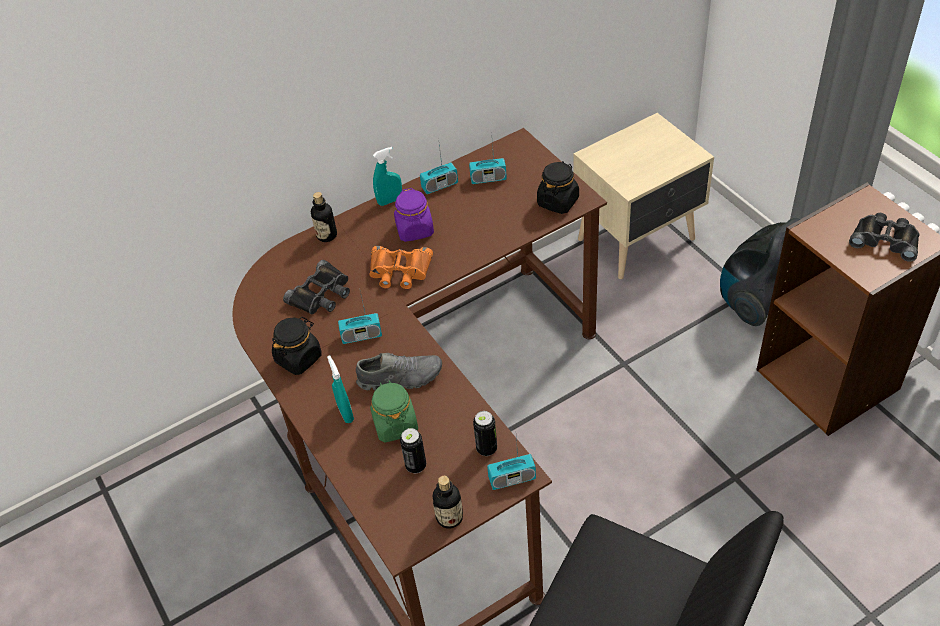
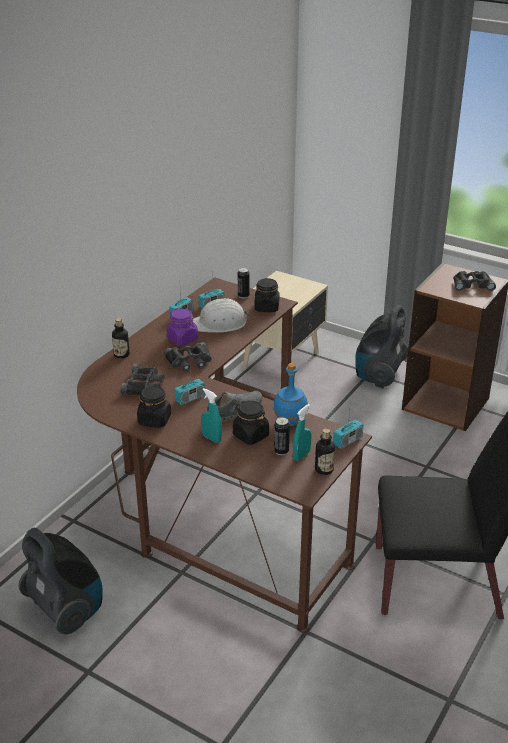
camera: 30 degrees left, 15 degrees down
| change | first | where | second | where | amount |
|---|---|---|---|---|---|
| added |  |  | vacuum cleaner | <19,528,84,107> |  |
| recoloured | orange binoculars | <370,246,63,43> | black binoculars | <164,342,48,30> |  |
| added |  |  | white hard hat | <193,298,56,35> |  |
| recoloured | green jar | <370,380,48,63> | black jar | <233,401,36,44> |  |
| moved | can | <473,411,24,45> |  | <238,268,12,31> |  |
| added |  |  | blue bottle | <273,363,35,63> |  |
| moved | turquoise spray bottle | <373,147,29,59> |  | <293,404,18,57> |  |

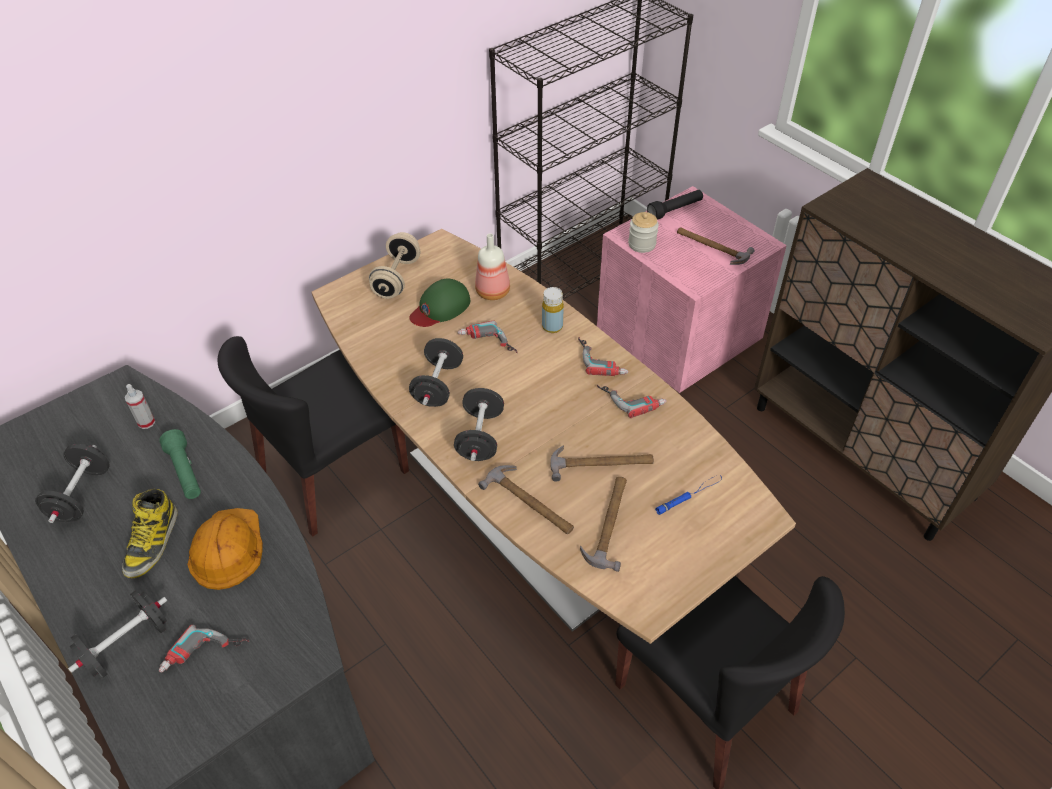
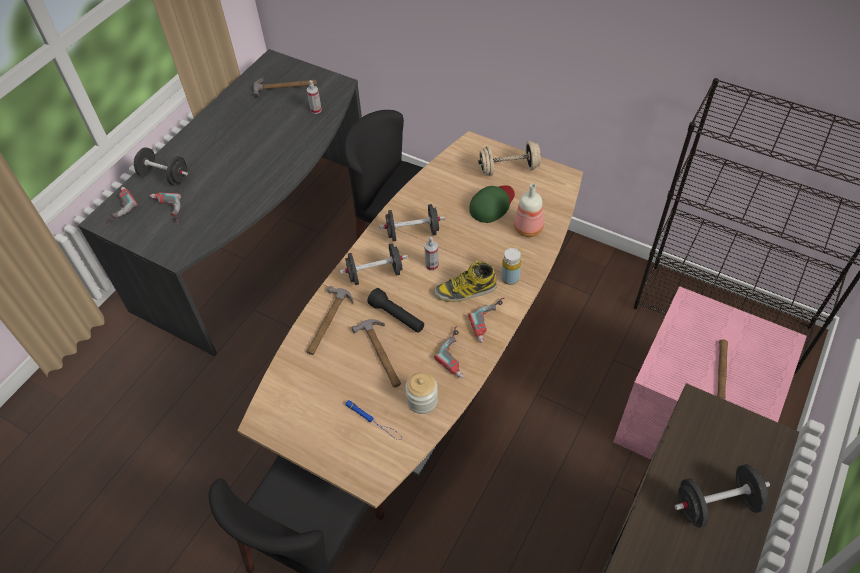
camera: 70 degrees right, 5 degrees up
| change | first | where | second | where | amount |
|---|---|---|---|---|---|
| moved | power drill | <457,320,61,33> |  | <106,187,32,39> |  |
| moved | hammer | <580,477,47,95> |  | <253,78,64,19> |  |
| moved | black flashlight | <647,190,56,30> |  | <367,288,57,45> |  |
| moved | jar | <628,212,31,41> |  | <405,372,33,42> |  |
| added |  |  | spray bottle | <424,237,15,34> |  |
| moved | boot | <122,489,56,89> |  | <434,261,63,41> |  |
| turned | green cap | <409,279,61,48> |  | <469,185,46,38> | 105 degrees clockwise |
| moved | black dumbbell | <35,444,75,79> |  | <674,464,96,64> |  |
| removed | green flashlight | <159,429,42,70> |  |  |  |
| removed | orange hard hat | <187,508,76,82> |  |  |  |

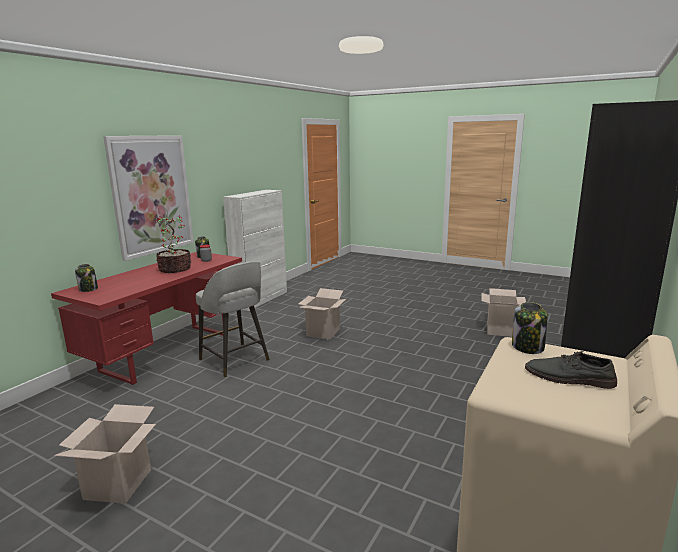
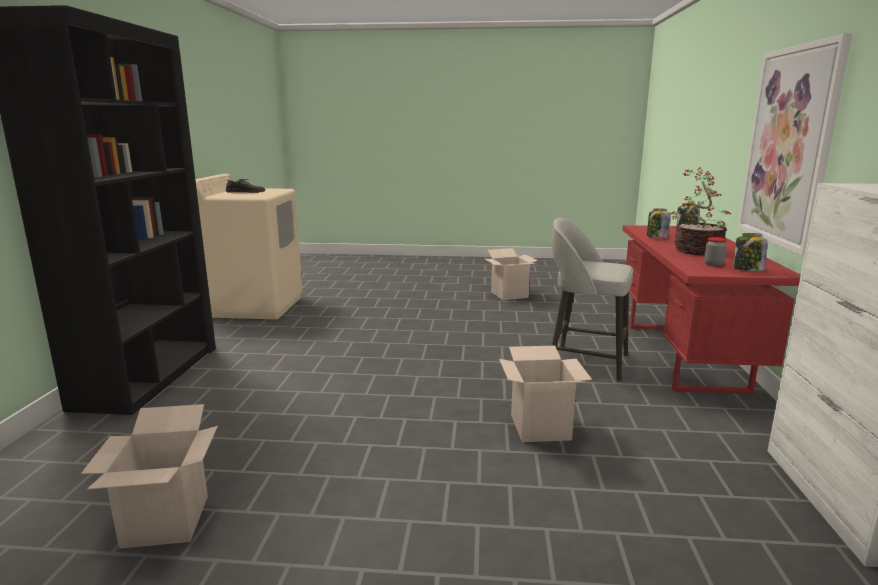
camera: 155 degrees right, 0 degrees up
| change | first | where | second | where | amount |
|---|---|---|---|---|---|
| moved | jar | <512,302,35,52> |  | <647,208,24,30> |  |

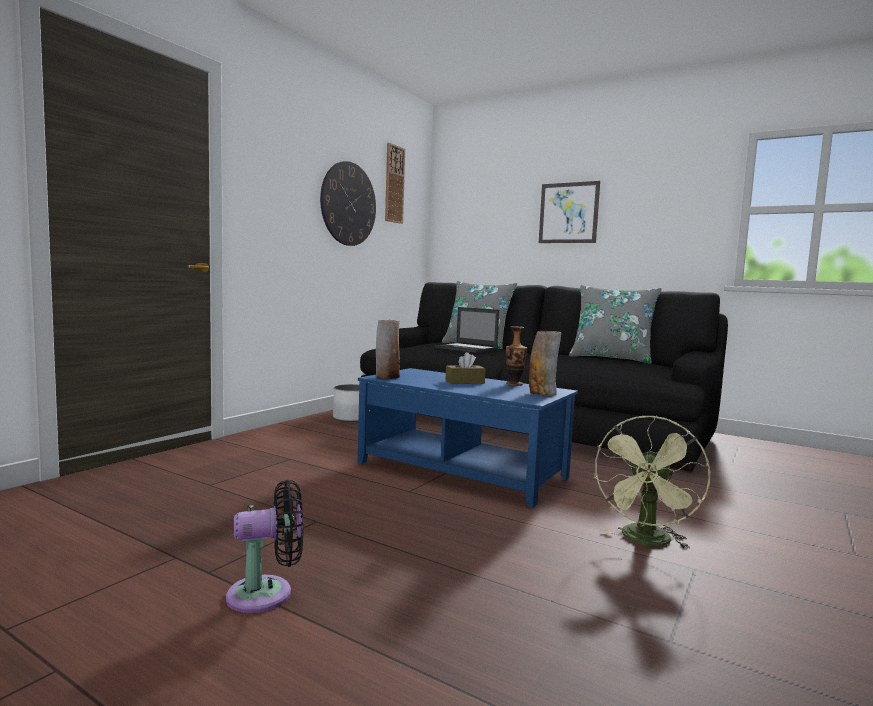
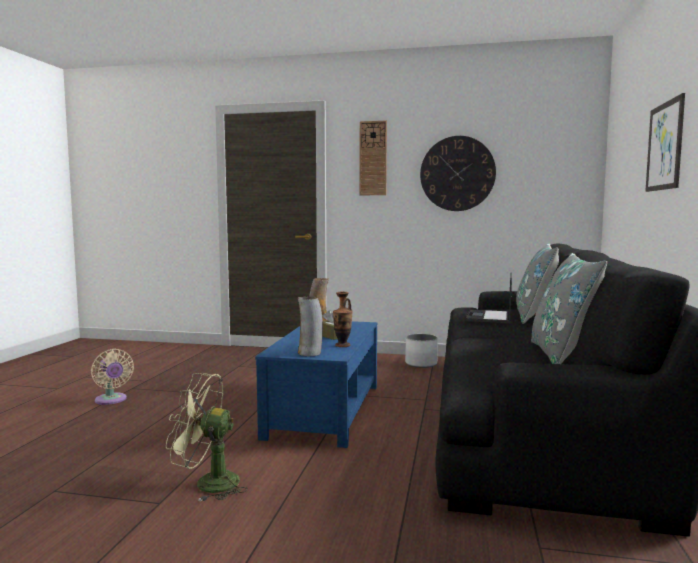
camera: 70 degrees right, 0 degrees up
| change | first | where | second | where | amount |
|---|---|---|---|---|---|
| recoloured | black fan | <226,480,77,133> | beige fan | <91,349,43,56> |  |
| moved | wall clock | <385,143,20,81> |  | <359,120,28,75> |  |

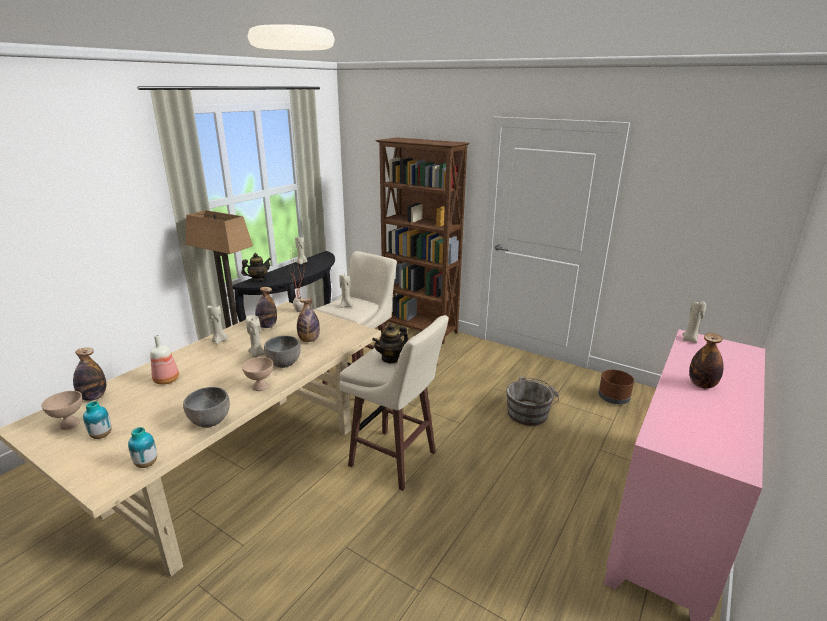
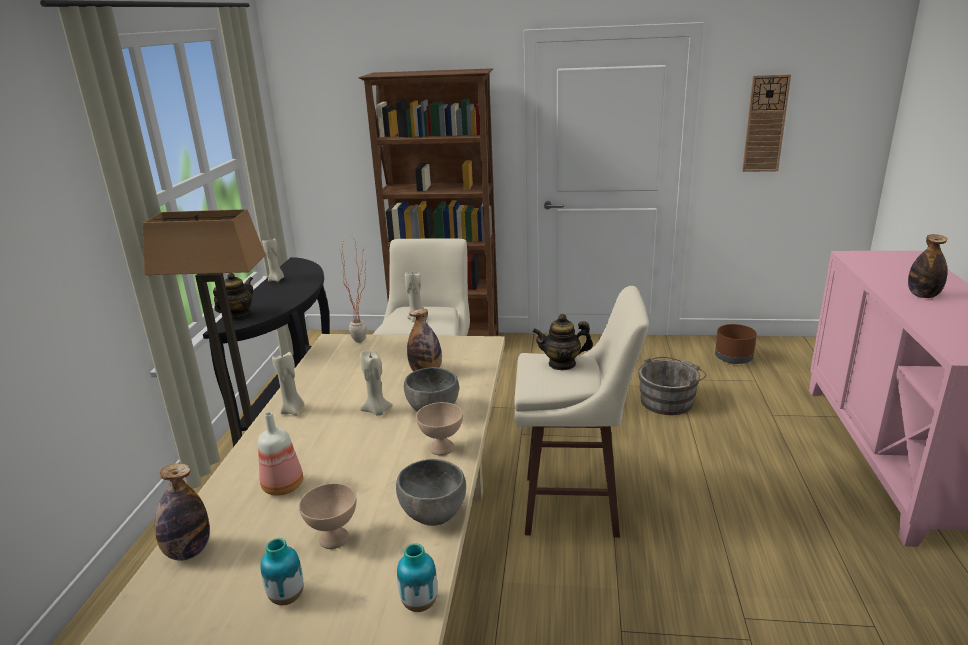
camera: 25 degrees left, 0 degrees up
| change | first | where | second | where | amount |
|---|---|---|---|---|---|
| moved | beige bowl | <41,391,41,39> |  | <299,483,57,66> |  |
| turned | teapot | <372,324,37,40> |  | <533,314,60,57> | 60 degrees clockwise |
| added |  |  | wall clock | <742,74,49,98> |  |
| removed | bottle | <255,287,22,41> |  |  |  |
| removed | beige candle | <682,301,24,42> |  |  |  |

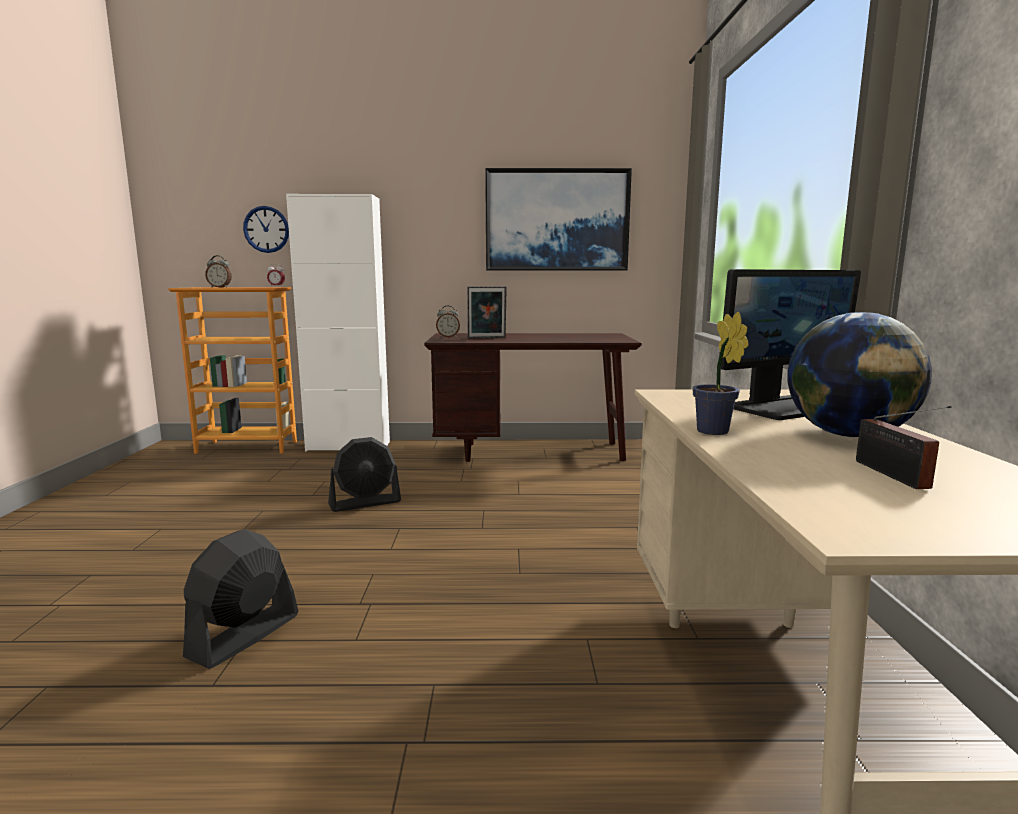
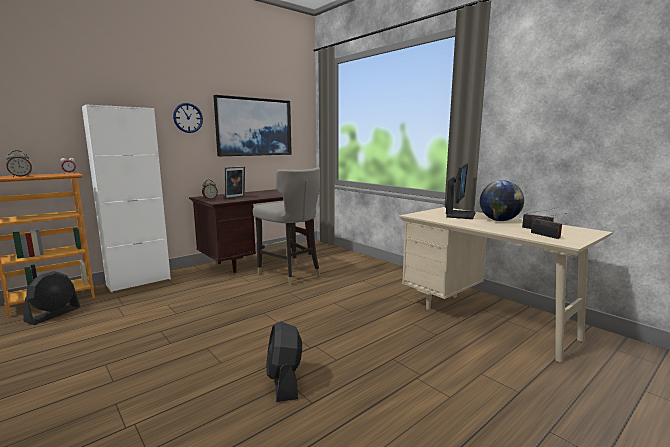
camera: 40 degrees left, 0 degrees up
| change | first | where | second | where | amount |
|---|---|---|---|---|---|
| moved | black fan | <328,437,73,75> |  | <24,271,56,54> |  |
| moved | wall clock | <243,206,46,47> |  | <173,103,30,30> |  |
| added |  |  | grey stool | <253,167,67,119> |  |
| added |  |  | radio | <531,213,36,26> |  |
| removed | potted plant | <692,312,57,123> |  |  |  |

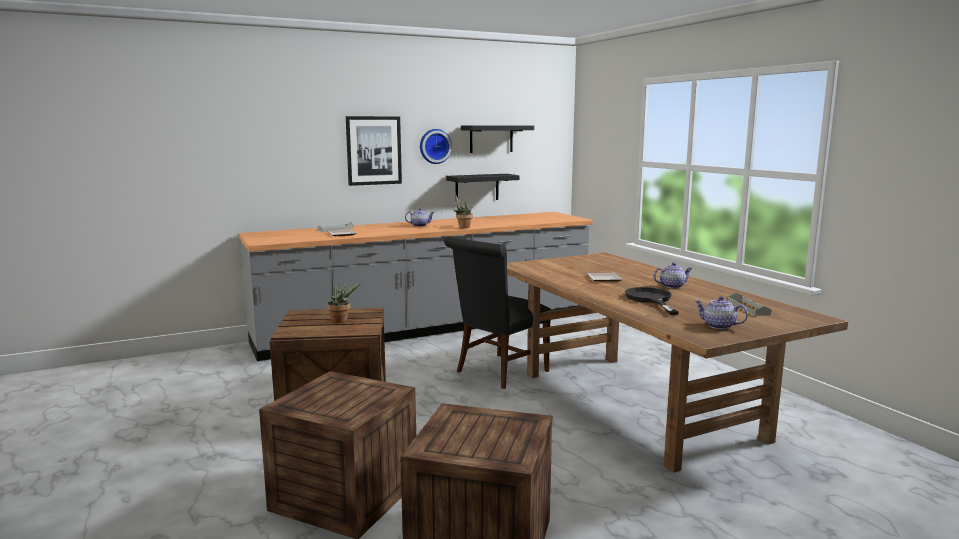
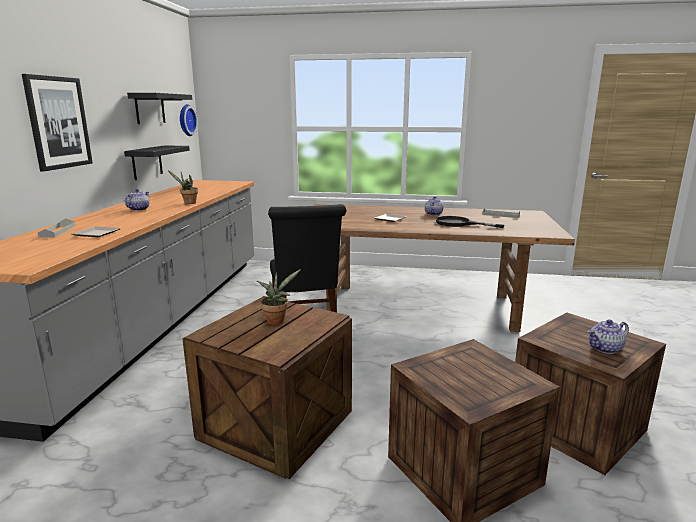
camera: 55 degrees left, 5 degrees up
| change | first | where | second | where | amount |
|---|---|---|---|---|---|
| moved | wall clock | <420,129,32,35> |  | <180,104,18,32> |  |
| moved | teapot | <695,296,53,33> |  | <587,319,42,35> |  |

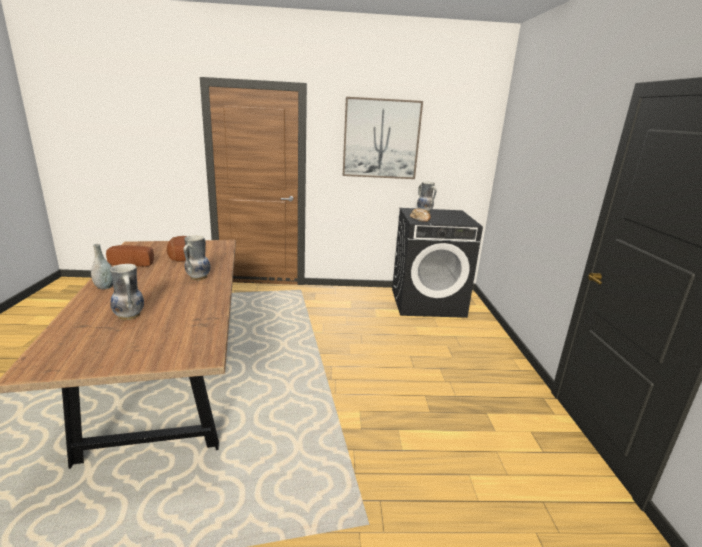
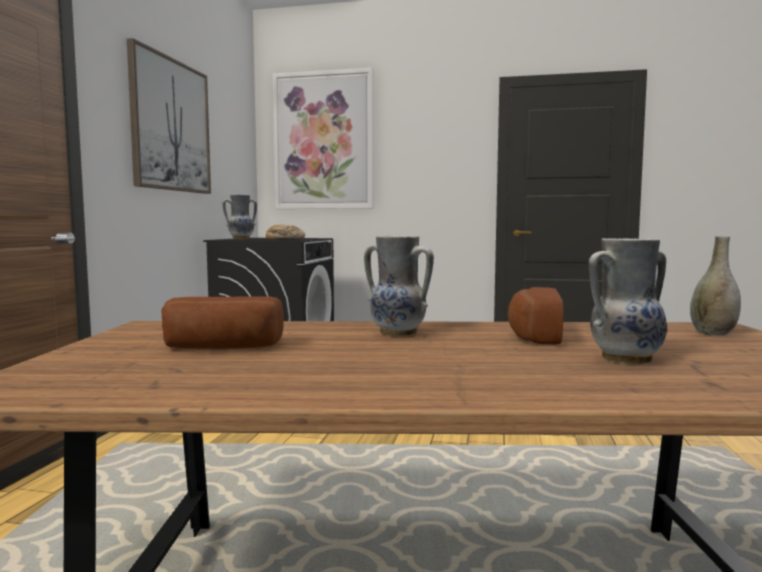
camera: 75 degrees left, 15 degrees down
| change | first | where | second | where | amount |
|---|---|---|---|---|---|
| added |  |  | picture | <273,68,101,141> |  |
| moved | bread | <106,245,48,22> |  | <508,287,56,58> |  |
| moved | grey vase | <91,244,22,45> |  | <690,236,51,99> |  |

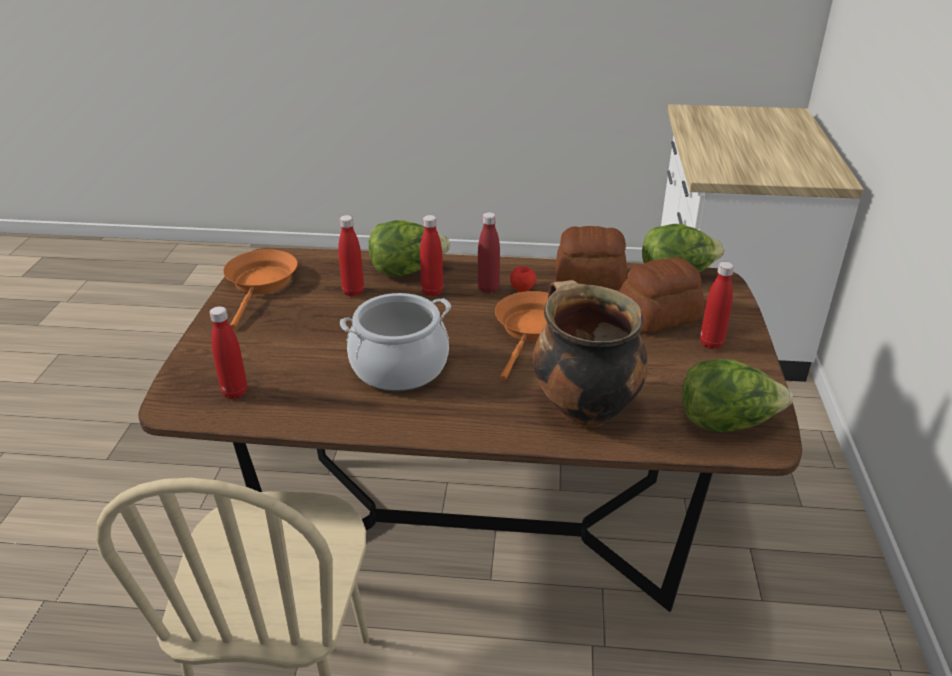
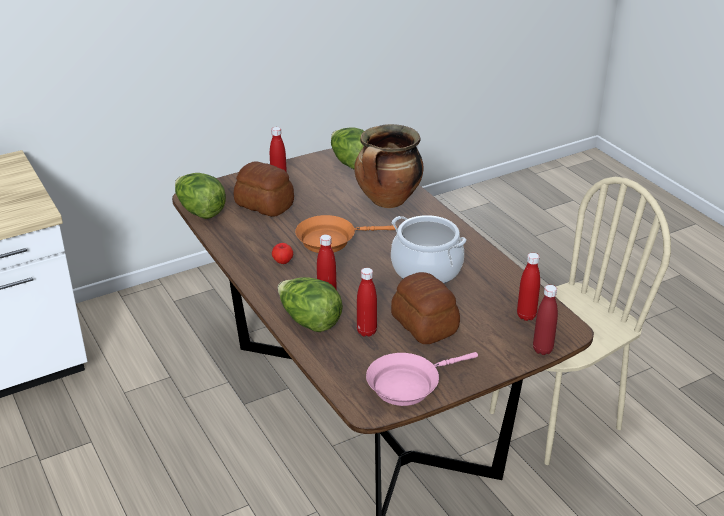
camera: 125 degrees left, 0 degrees up
| change | first | where | second | where | amount |
|---|---|---|---|---|---|
| recoloured | orange frying pan | <223,249,75,80> | pink frying pan | <366,352,112,54> |  |
| moved | bread | <556,226,71,64> |  | <391,272,69,72> |  |
| moved | red bottle | <478,212,22,81> |  | <533,285,25,70> |  |

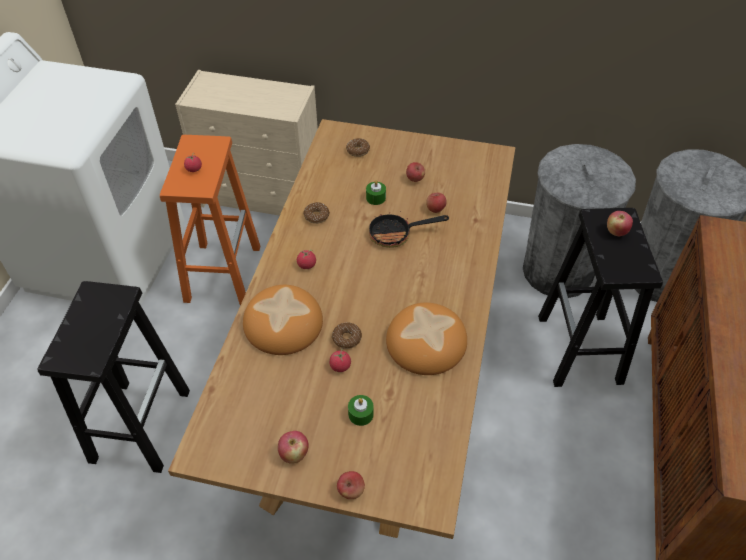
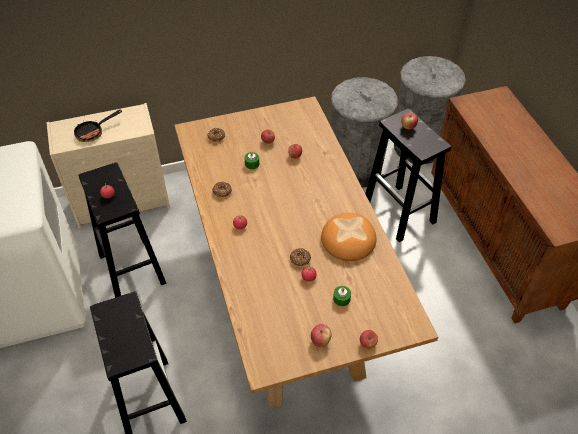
camera: 30 degrees left, 0 degrees up
| change | first | where | second | where | amount |
|---|---|---|---|---|---|
| moved | frying pan | <369,207,80,41> |  | <74,110,48,32> |  |
| recoloured | orange stool | <160,135,100,170> | black stool | <78,162,88,136> |  |
| removed | bread | <243,285,80,70> |  |  |  |

